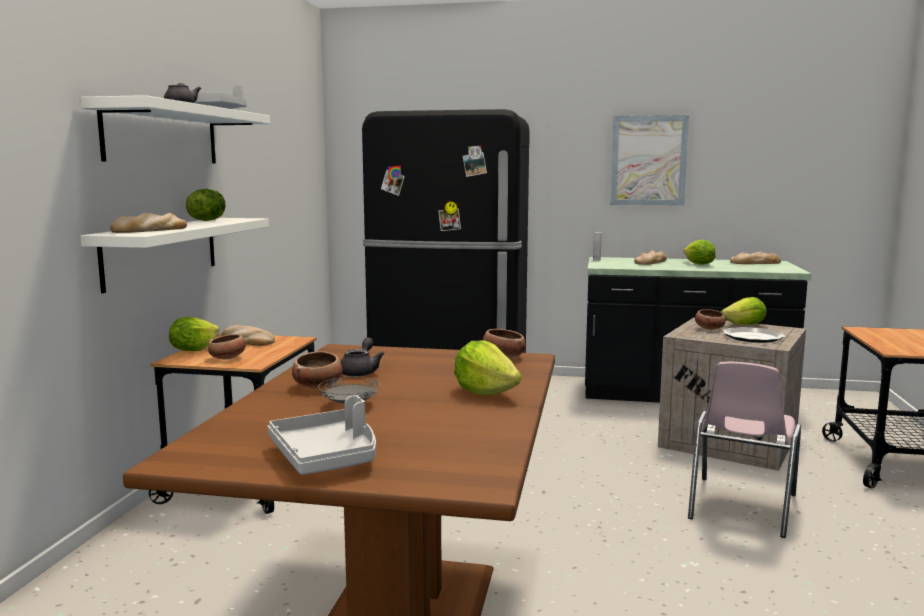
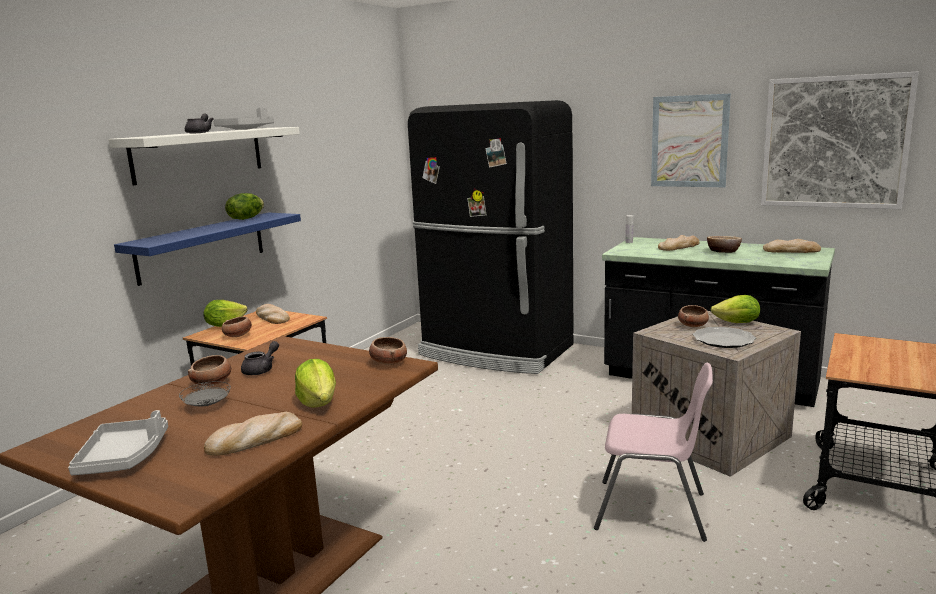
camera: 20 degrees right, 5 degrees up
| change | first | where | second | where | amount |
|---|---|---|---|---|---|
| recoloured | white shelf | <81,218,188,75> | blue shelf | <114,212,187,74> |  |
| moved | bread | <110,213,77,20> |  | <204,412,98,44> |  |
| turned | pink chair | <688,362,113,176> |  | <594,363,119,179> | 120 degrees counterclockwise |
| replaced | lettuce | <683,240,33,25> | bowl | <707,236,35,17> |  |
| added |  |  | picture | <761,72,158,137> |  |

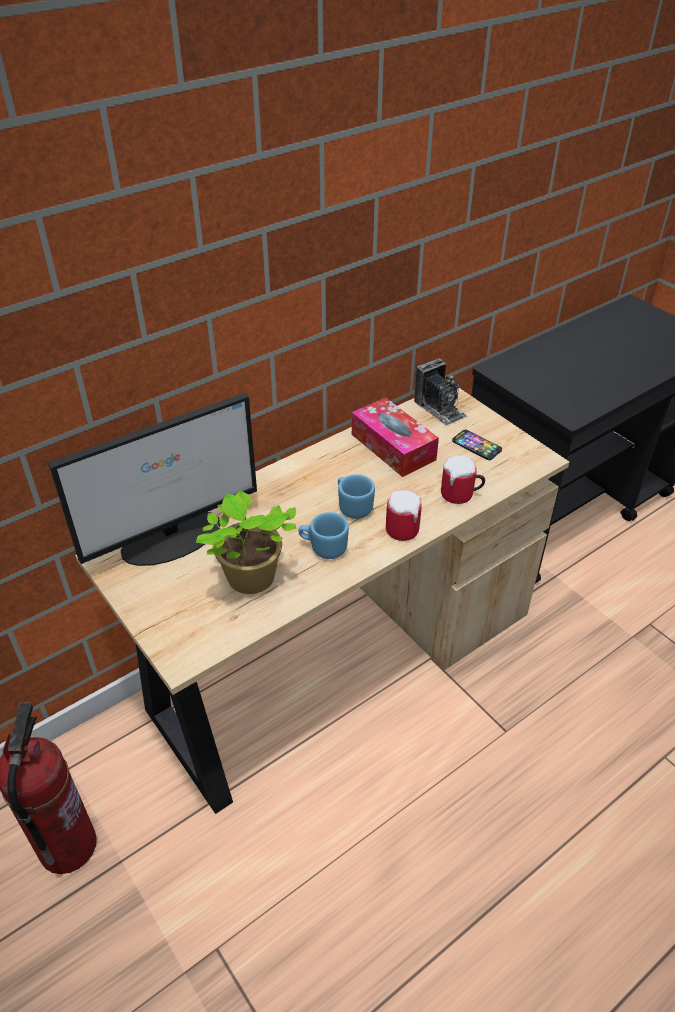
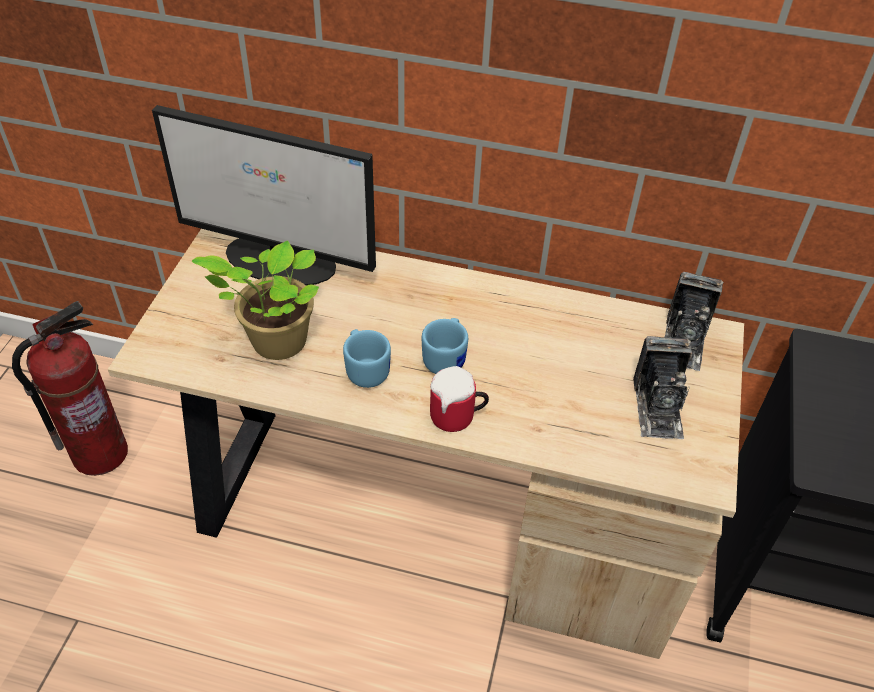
camera: 50 degrees right, 5 degrees up
| change | first | where | second | where | amount |
|---|---|---|---|---|---|
| replaced | phone | <452,430,50,30> | photo camera | <633,336,59,103> |  |
| removed | tissue box | <352,397,87,80> |  |  |  |
| removed | mug | <441,455,44,49> |  |  |  |

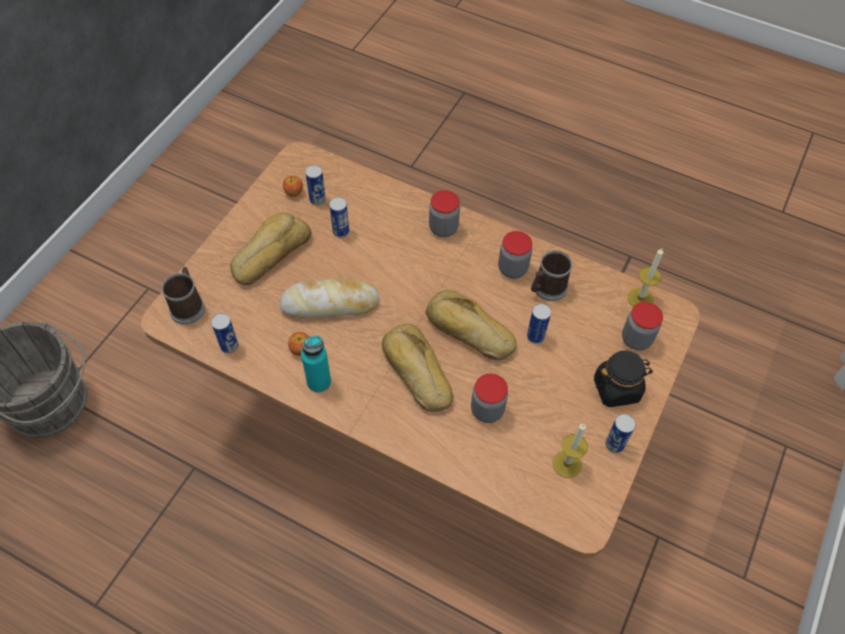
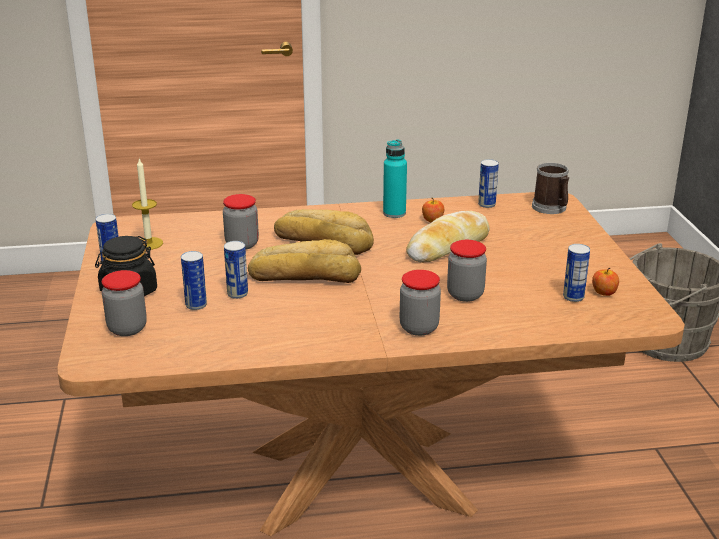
camera: 145 degrees right, 30 degrees down
| change | first | where | second | where | amount |
|---|---|---|---|---|---|
| moved | can | <329,197,20,41> |  | <181,251,26,59> |  |
| moved | jar | <498,231,34,48> |  | <447,240,40,62> |  |
| removed | bread | <230,212,81,73> |  |  |  |
| removed | mug | <531,251,41,50> |  |  |  |
| removed | candle | <628,248,35,59> |  |  |  |

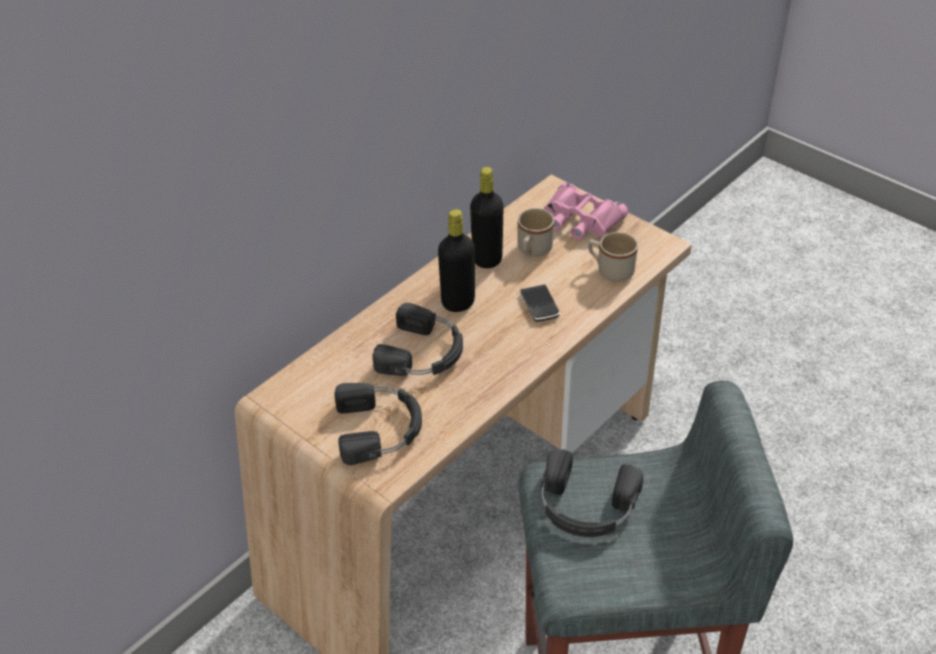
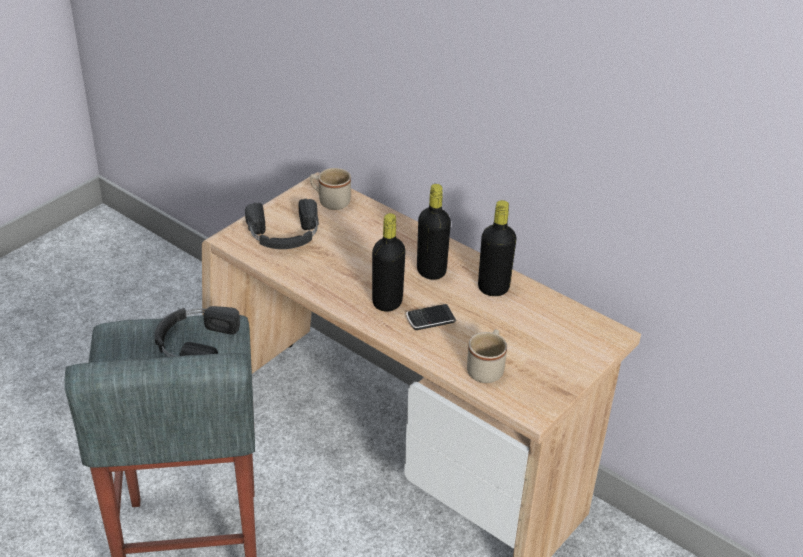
camera: 85 degrees right, 5 degrees down
| change | first | where | second | where | amount |
|---|---|---|---|---|---|
| moved | beige mug | <517,208,37,49> |  | <310,168,41,42> |  |
| added |  |  | black bottle | <372,213,34,99> |  |
| removed | black headphones | <372,303,91,73> |  |  |  |
| removed | pink binoculars | <544,182,84,58> |  |  |  |

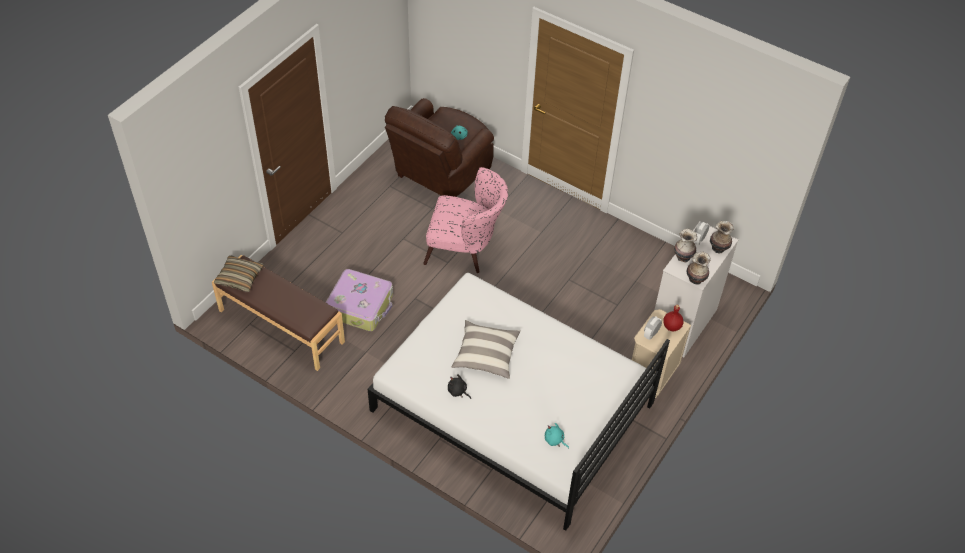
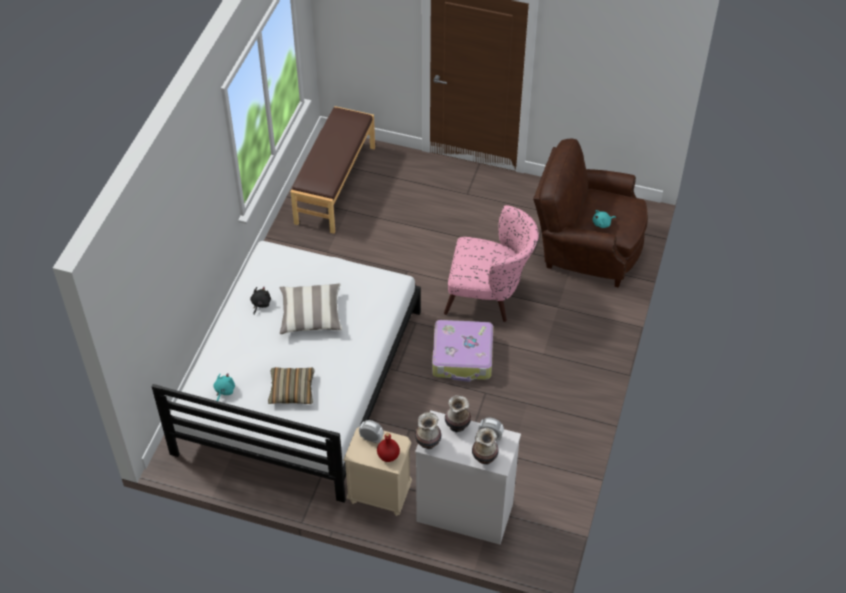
camera: 75 degrees right, 0 degrees up
| change | first | where | second | where | amount |
|---|---|---|---|---|---|
| moved | pillow | <214,255,50,37> |  | <268,367,47,37> |  |
| moved | suitcase | <326,269,67,62> |  | <432,320,61,62> |  |
| turned | pink armchair | <423,167,85,106> |  | <444,205,95,117> | 75 degrees counterclockwise |

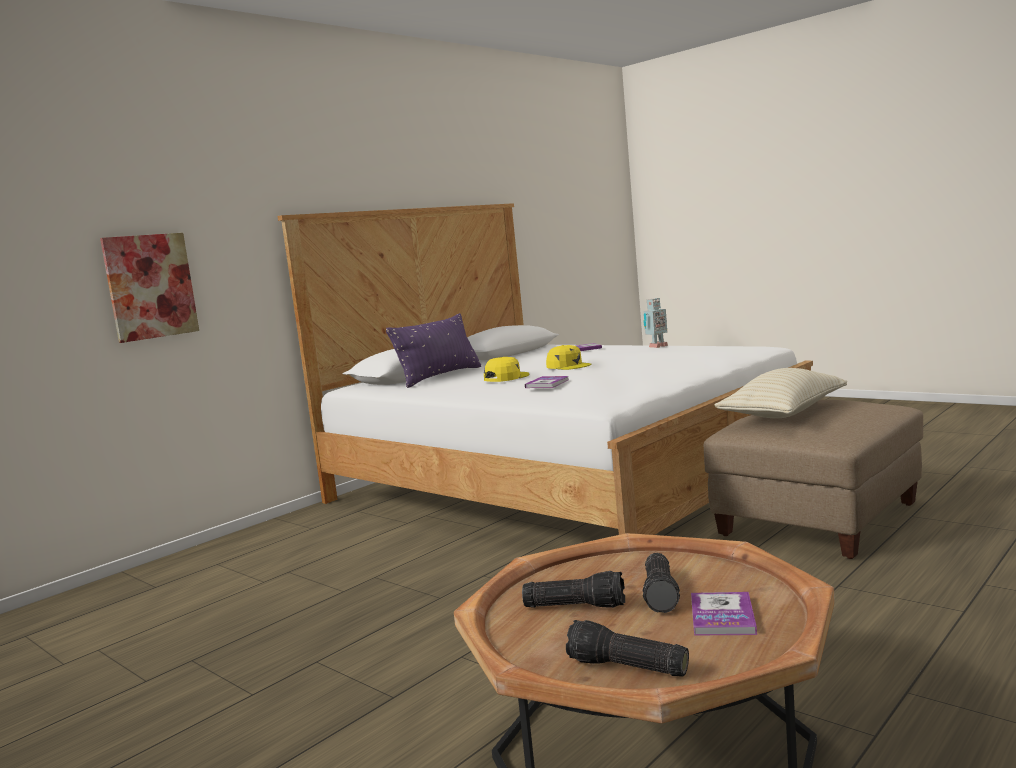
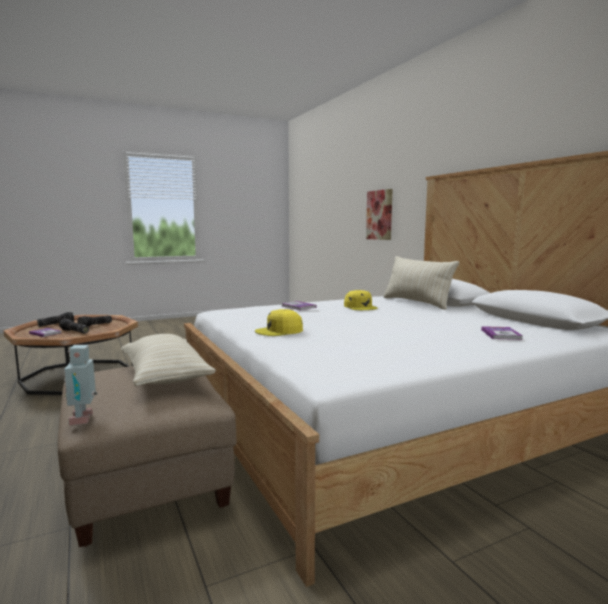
camera: 110 degrees right, 0 degrees up
| change | first | where | second | where | amount |
|---|---|---|---|---|---|
| moved | toy robot | <643,298,25,50> |  | <64,345,33,80> |  |
| moved | yellow cap | <546,345,46,25> |  | <255,309,48,27> |  |
| recoloured | purple pillow | <386,313,95,75> | beige pillow | <384,256,75,54> |  |

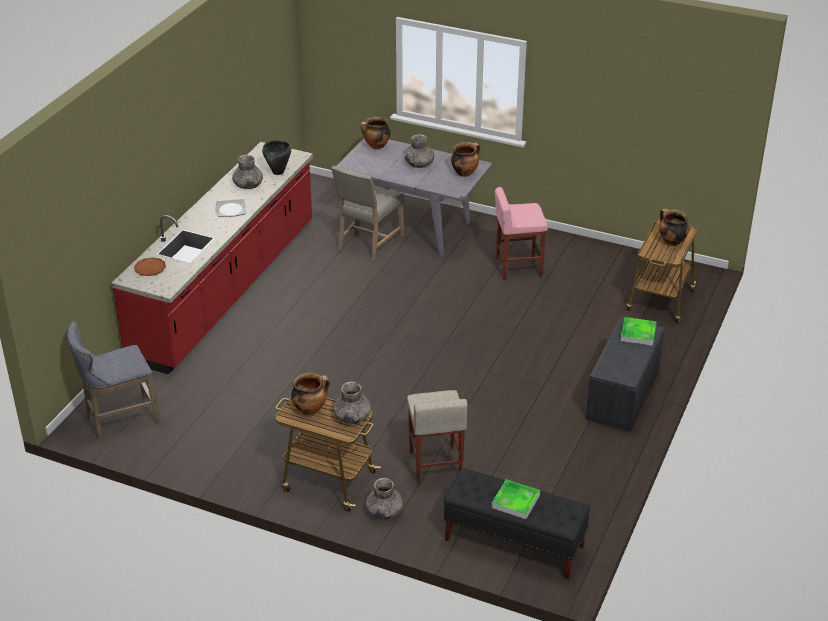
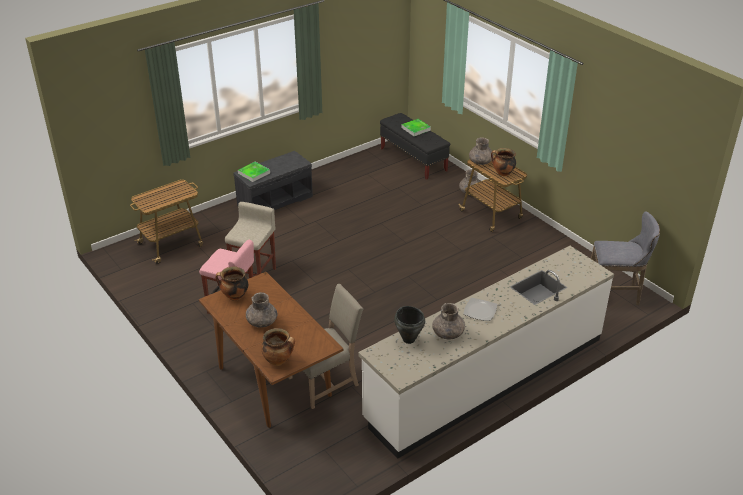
camera: 150 degrees left, 0 degrees up
| change | first | where | second | where | amount |
|---|---|---|---|---|---|
| recoloured | grey dining table | <337,138,156,120> | brown dining table | <199,272,145,156> |  |
| moved | beige stool | <407,390,60,93> |  | <225,202,51,74> |  |
| recoloured | red counter | <111,142,202,233> | white counter | <358,246,256,213> |  |
| removed | brown plate | <134,257,32,19> |  |  |  |
| removed | cooking pot | <659,209,30,37> |  |  |  |

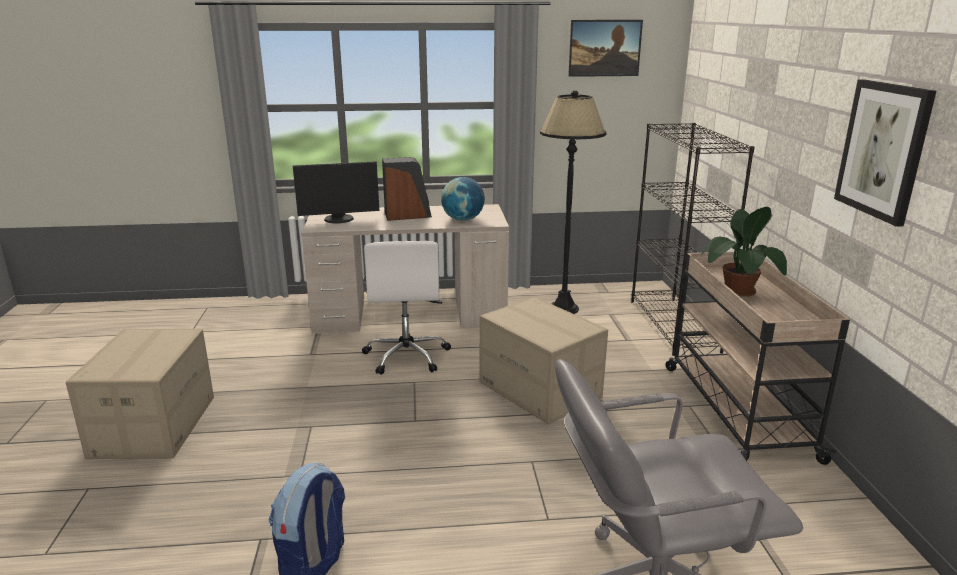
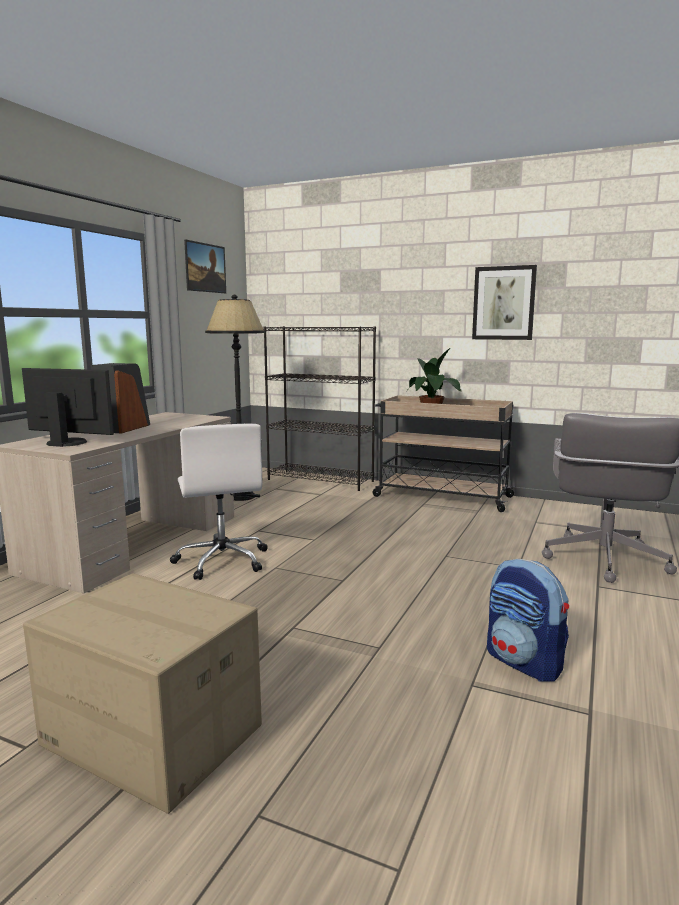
camera: 60 degrees left, 10 degrees down
| change | first | where | second | where | amount |
|---|---|---|---|---|---|
| turned | monitor | <293,161,86,62> |  | <22,368,92,79> | 90 degrees counterclockwise |
| turned | white office chair | <362,241,89,134> |  | <170,423,98,157> | 45 degrees clockwise |
| removed | globe | <441,177,44,44> |  |  |  |
| removed | cardboard box | <479,297,129,128> |  |  |  |

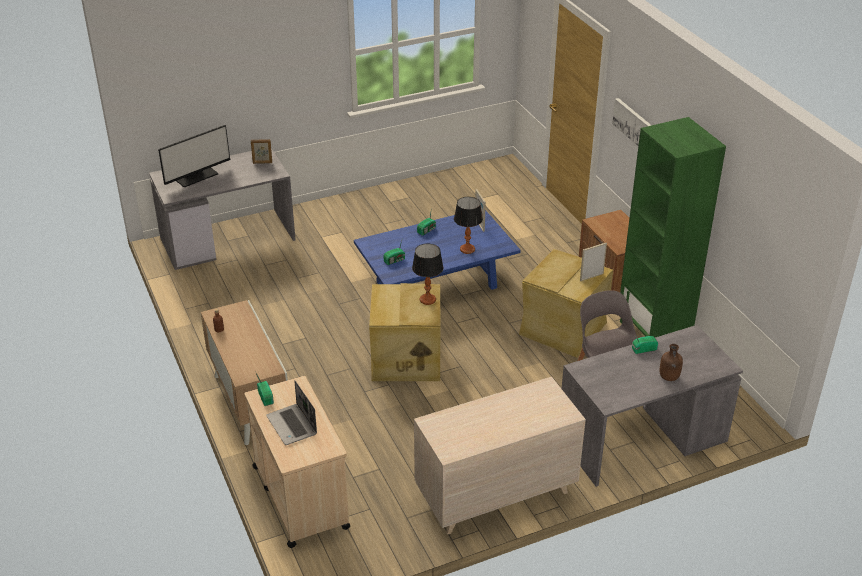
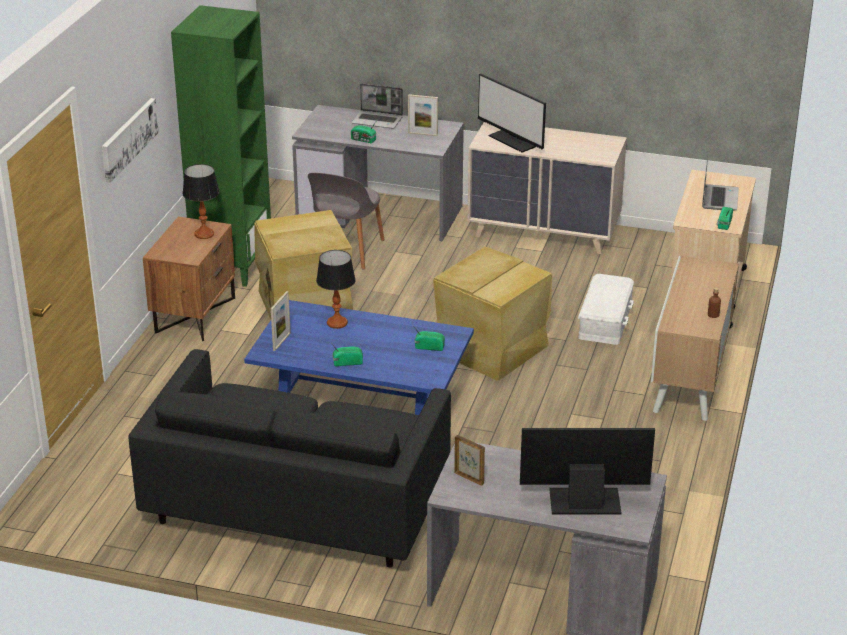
camera: 140 degrees left, 5 degrees down
| change | first | where | second | where | amount |
|---|---|---|---|---|---|
| added |  |  | black sofa | <128,349,323,218> |  |
| moved | table lamp | <412,244,31,61> |  | <182,164,38,75> |  |
| replaced | brown bottle | <660,344,23,37> | laptop | <352,83,51,46> |  |
| moved | picture frame | <580,243,27,38> |  | <408,94,30,42> |  |
| added |  |  | monitor | <478,74,68,79> |  |
| added |  |  | white storage box | <578,274,56,71> |  |

